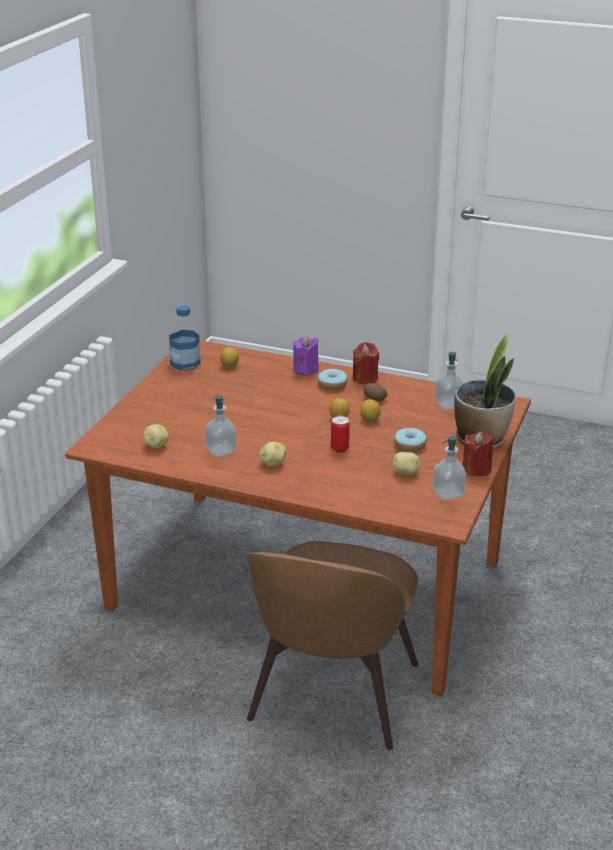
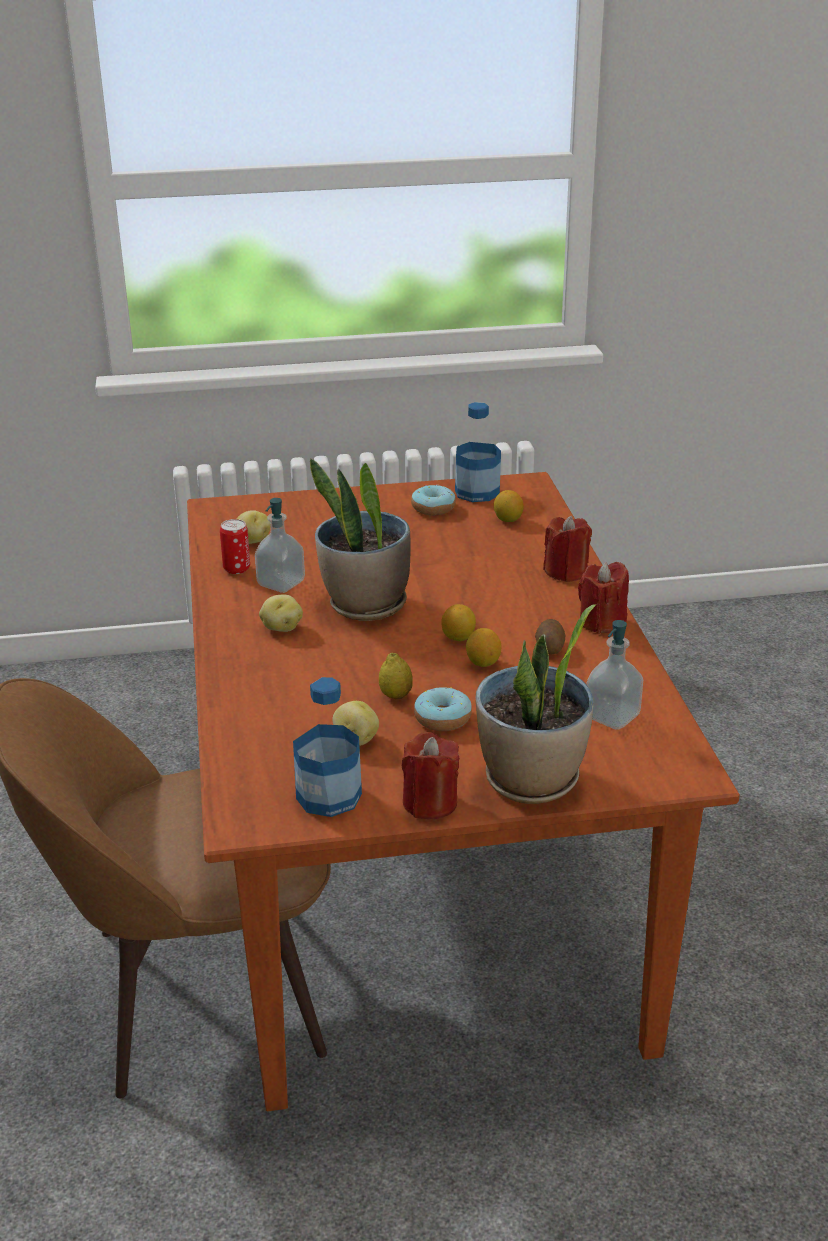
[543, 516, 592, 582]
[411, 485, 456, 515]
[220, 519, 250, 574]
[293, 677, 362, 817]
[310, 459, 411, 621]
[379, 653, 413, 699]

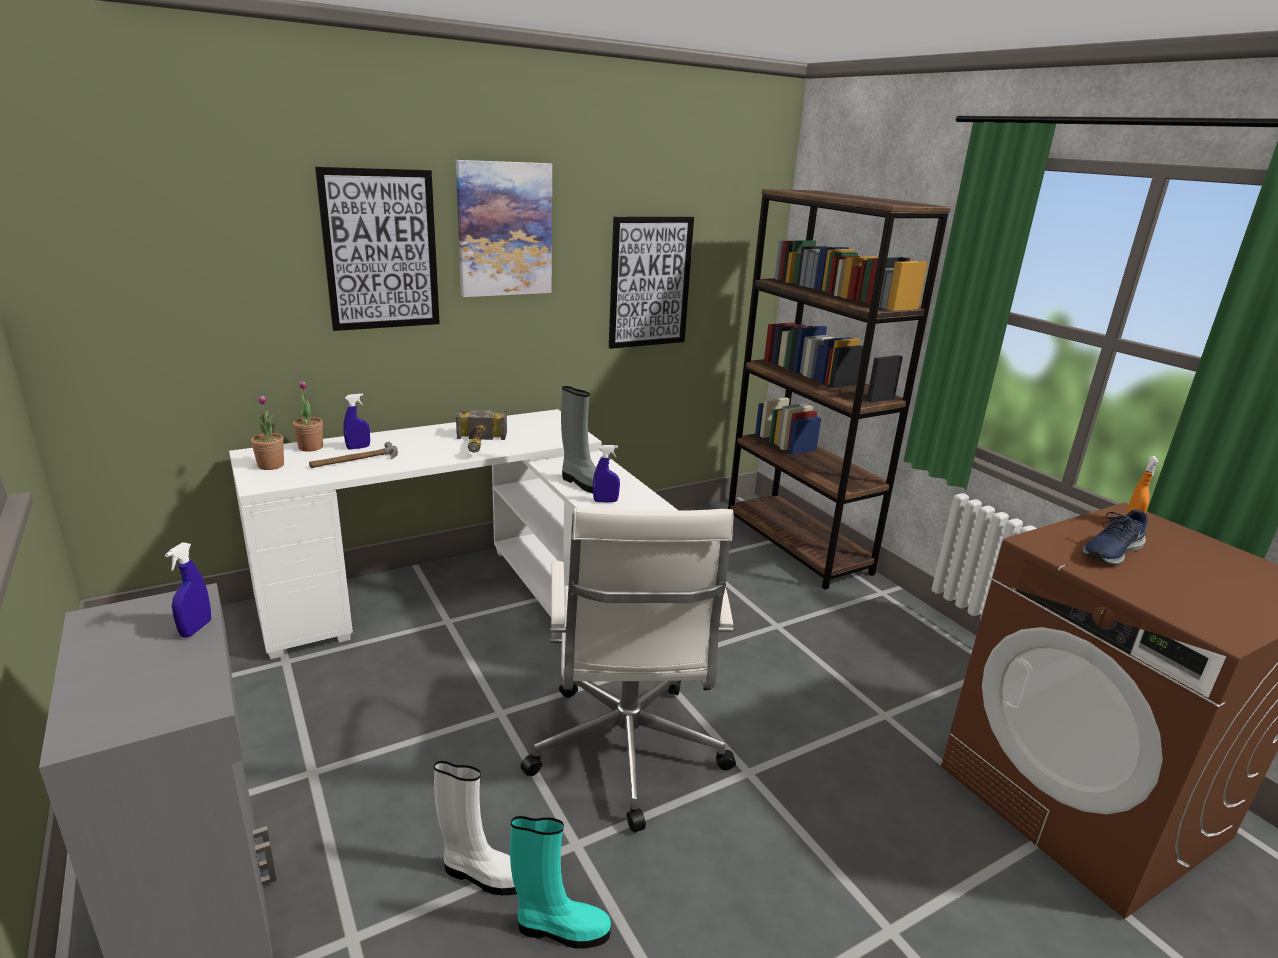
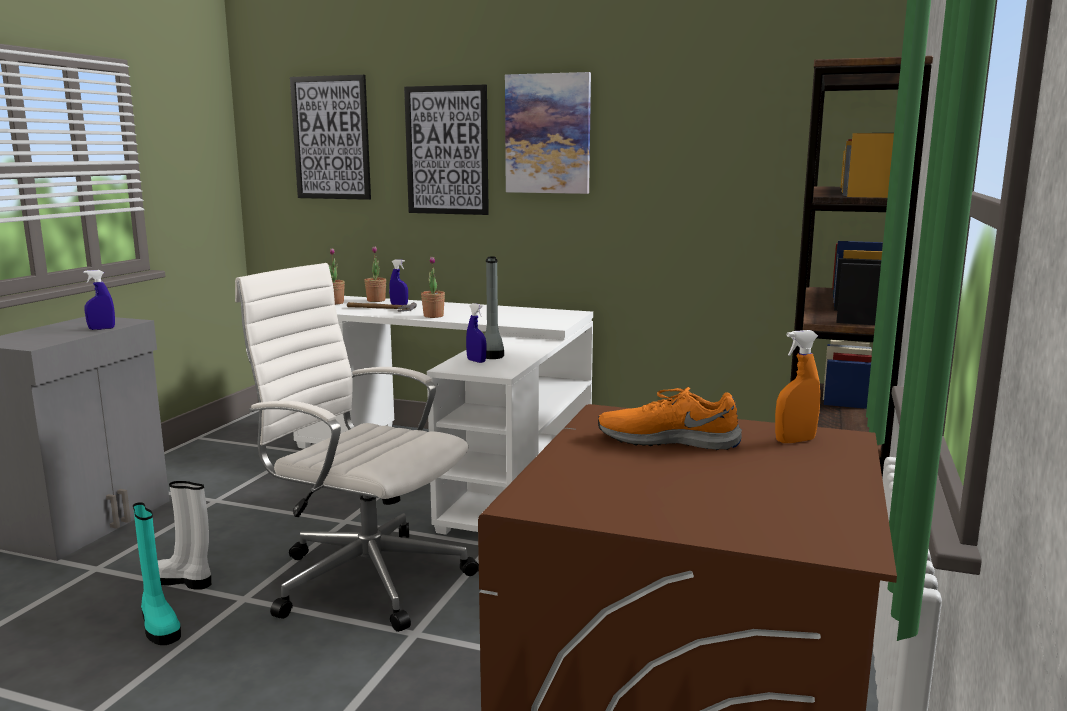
[290, 75, 371, 200]
[456, 409, 507, 453] (first image)
[235, 263, 479, 632]
[598, 387, 742, 450]
[158, 481, 211, 590]
[421, 257, 445, 318]

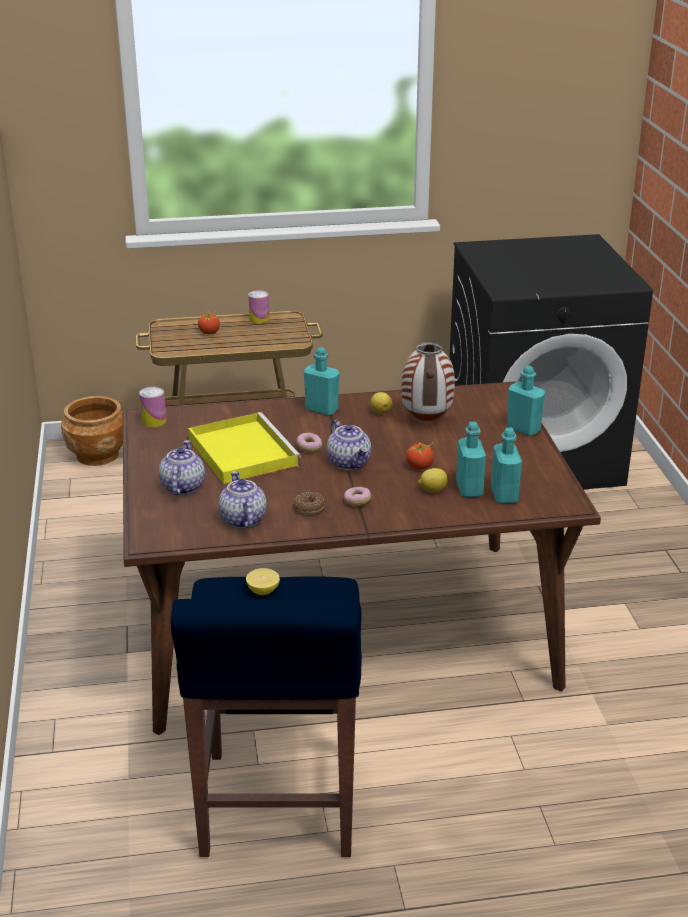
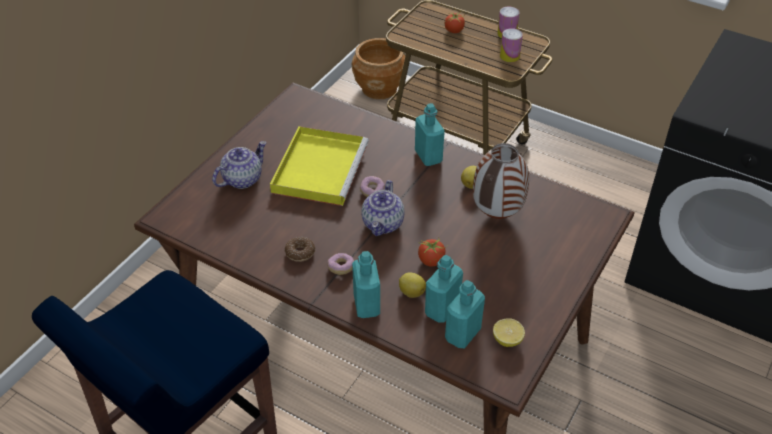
[352, 251, 380, 318]
[500, 28, 523, 62]
[218, 471, 266, 528] (first image)
[493, 318, 525, 347]

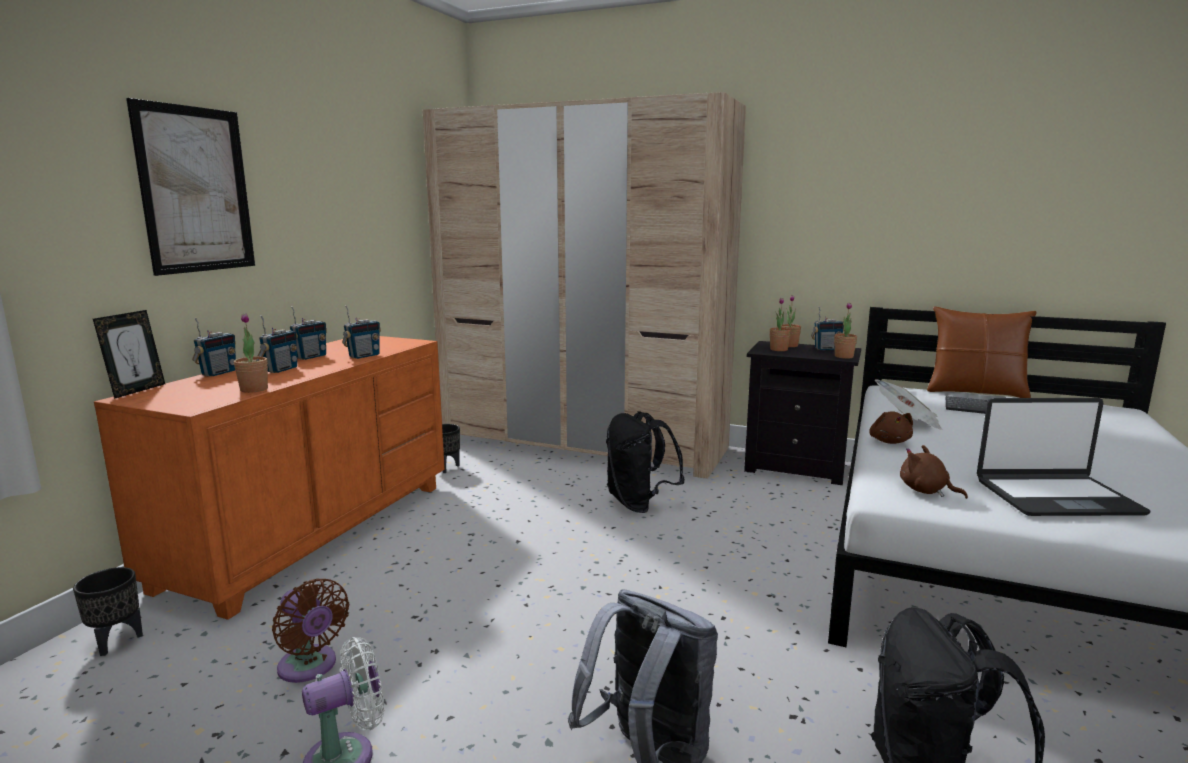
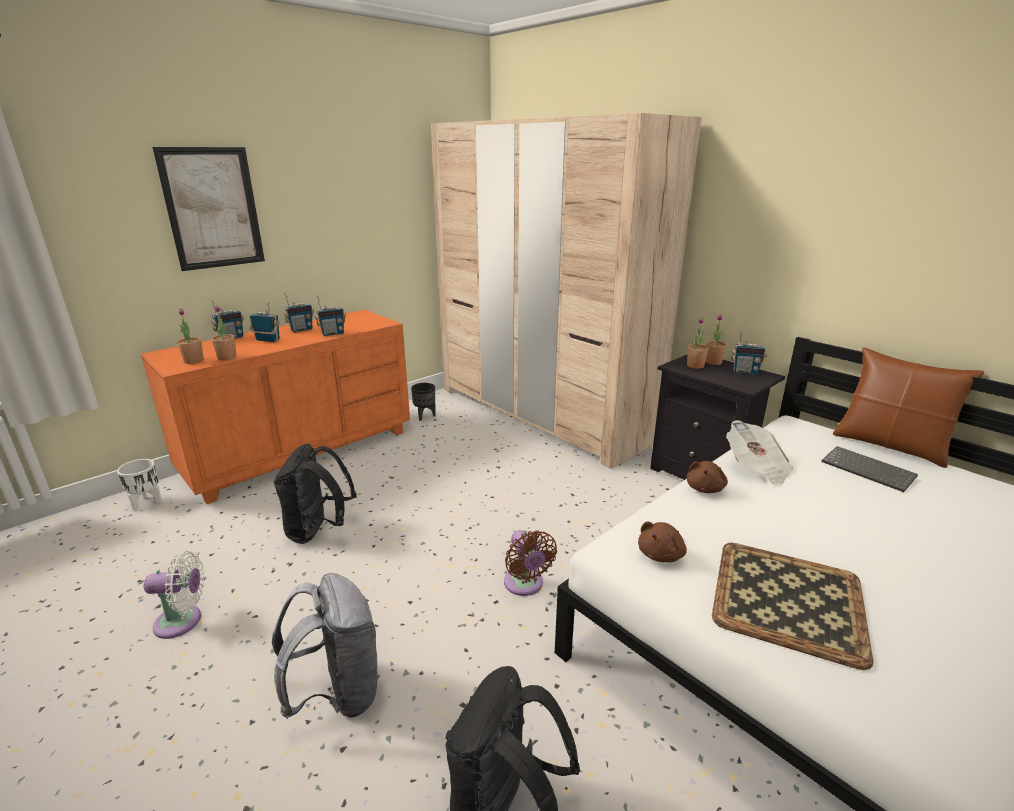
[177, 308, 204, 364]
[93, 310, 165, 399] (first image)
[250, 302, 280, 342]
[712, 543, 873, 670]
[274, 444, 357, 544]
[638, 522, 687, 562]
[117, 459, 162, 511]
[504, 530, 557, 596]

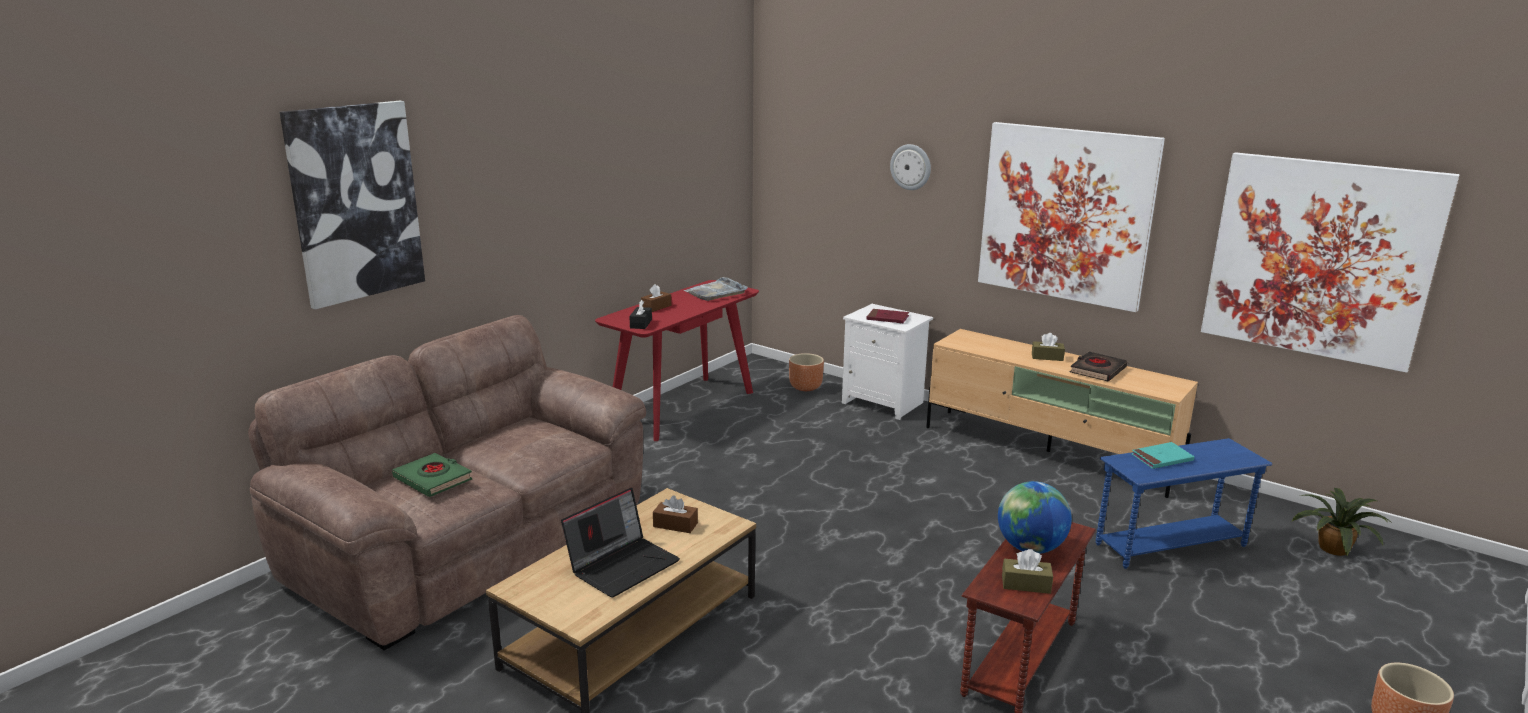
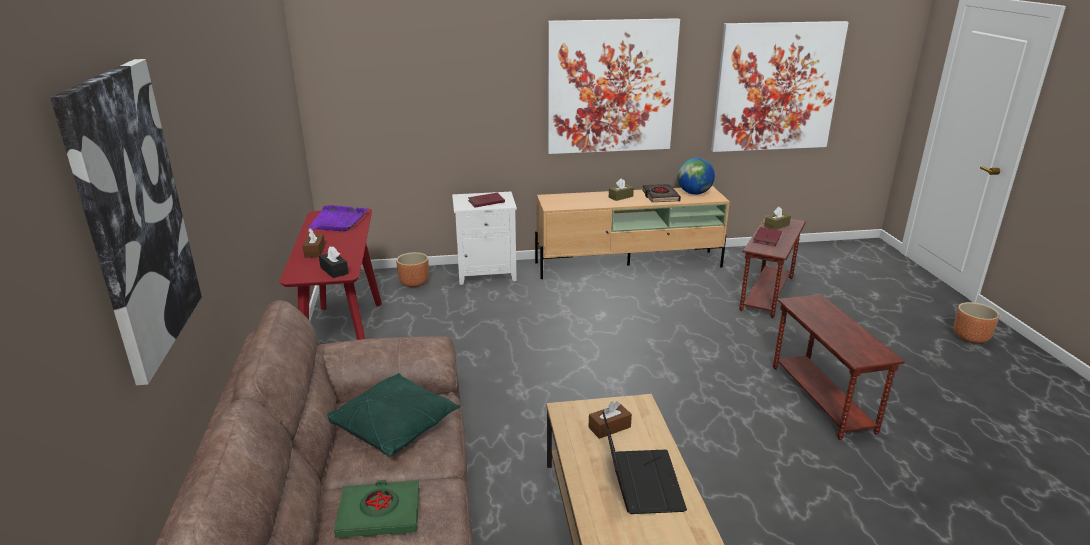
[890, 144, 931, 190] (first image)
[308, 205, 368, 231]
[739, 215, 806, 318]
[753, 227, 782, 247]
[678, 158, 715, 195]
[1291, 488, 1394, 556] (first image)
[764, 207, 791, 230]
[327, 373, 461, 457]

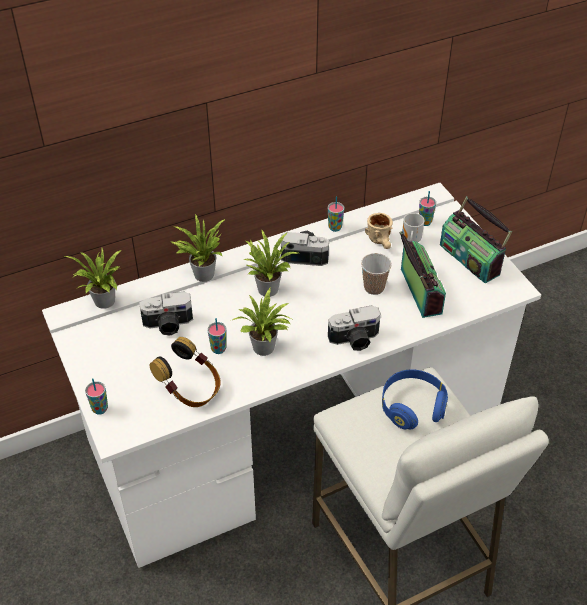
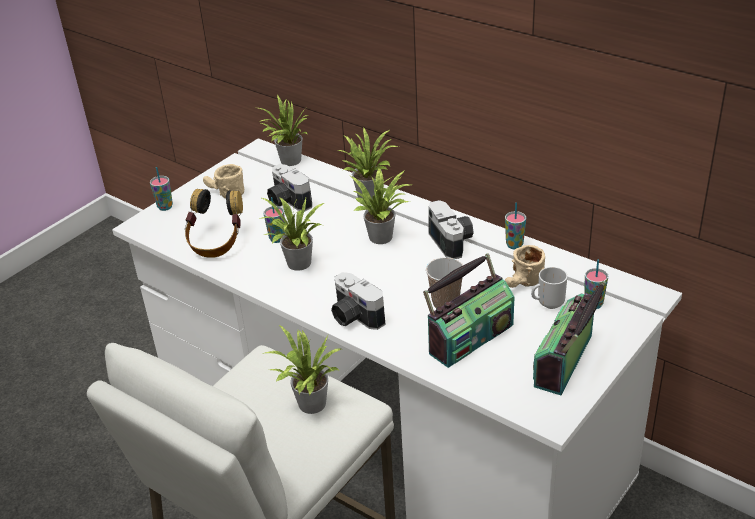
[265, 325, 341, 414]
[203, 164, 244, 199]

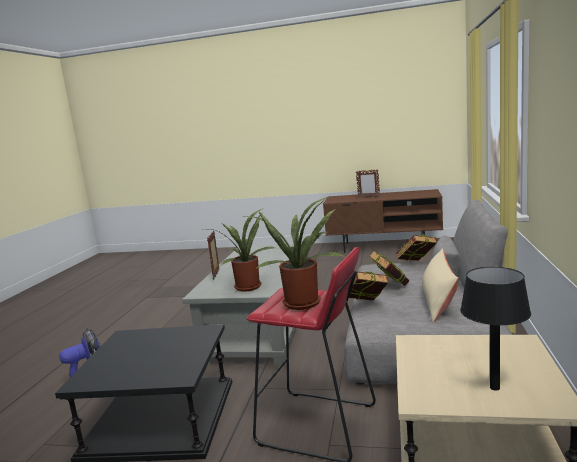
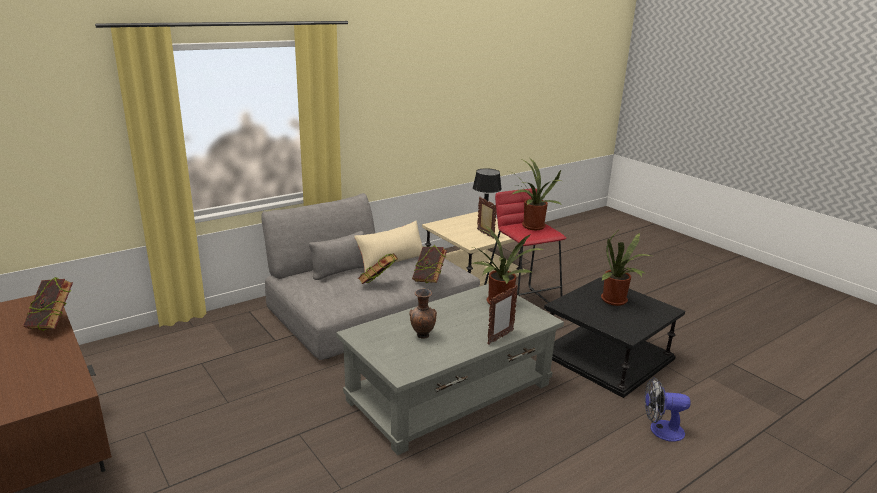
[477, 197, 497, 239]
[23, 277, 73, 331]
[601, 232, 651, 306]
[409, 289, 437, 339]

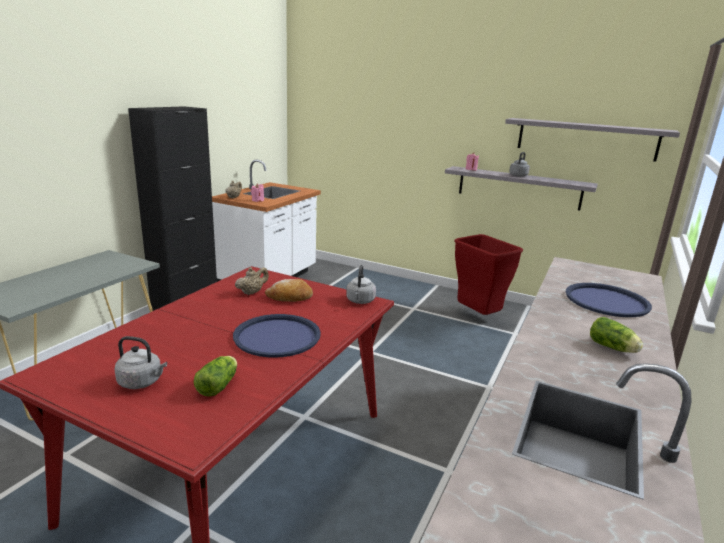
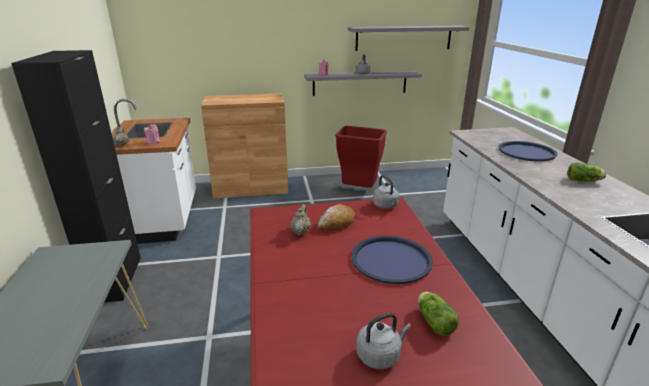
[201, 93, 288, 199]

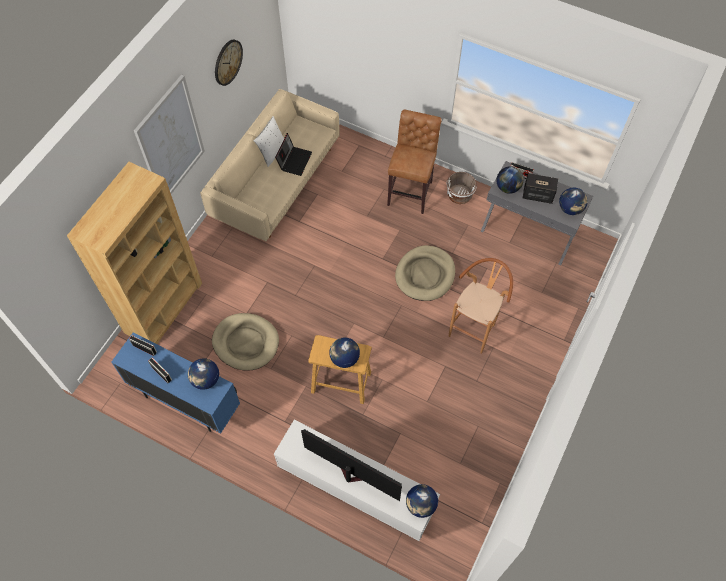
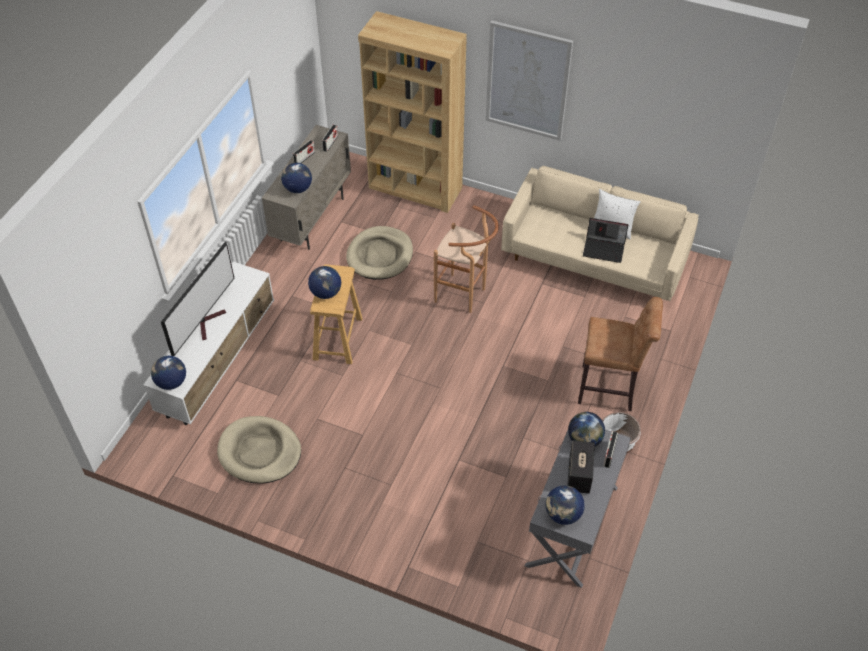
[215, 40, 243, 86] (first image)
[217, 416, 301, 484]
[434, 205, 499, 313]
[262, 125, 351, 250]

